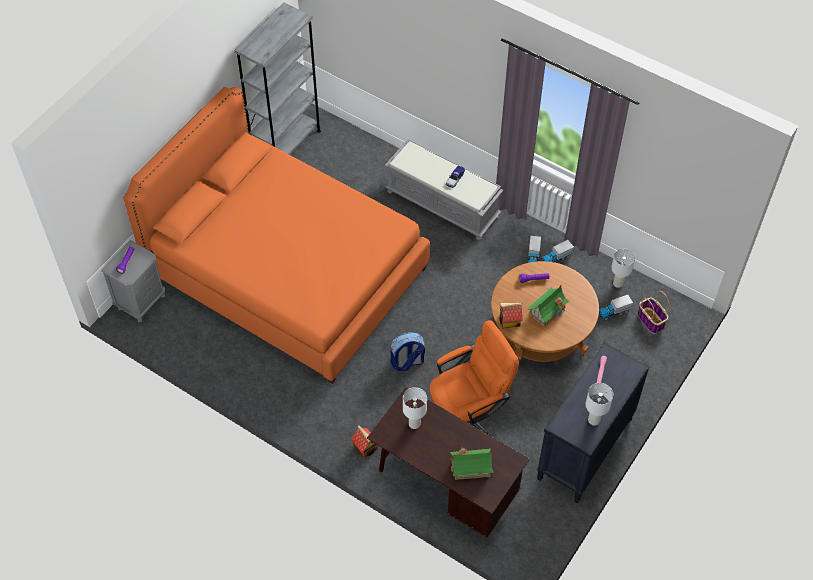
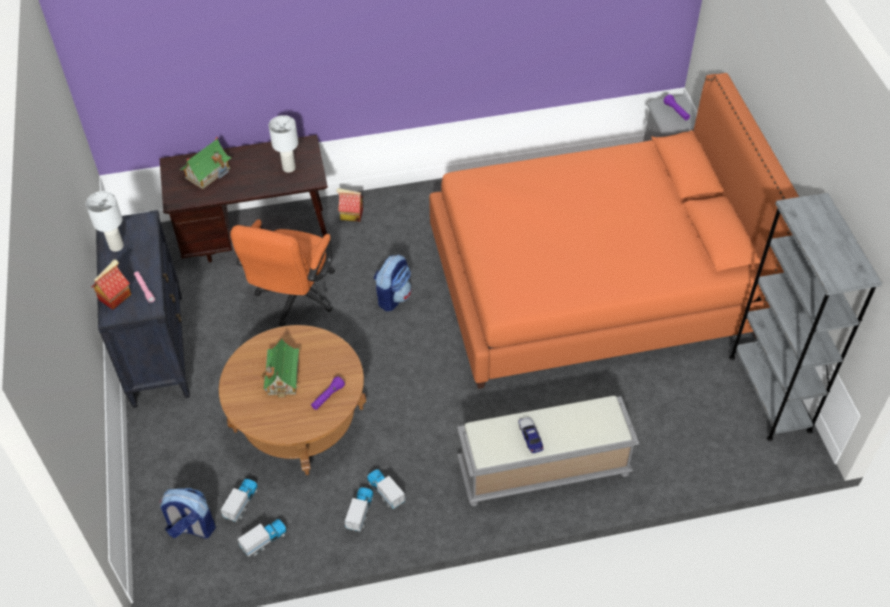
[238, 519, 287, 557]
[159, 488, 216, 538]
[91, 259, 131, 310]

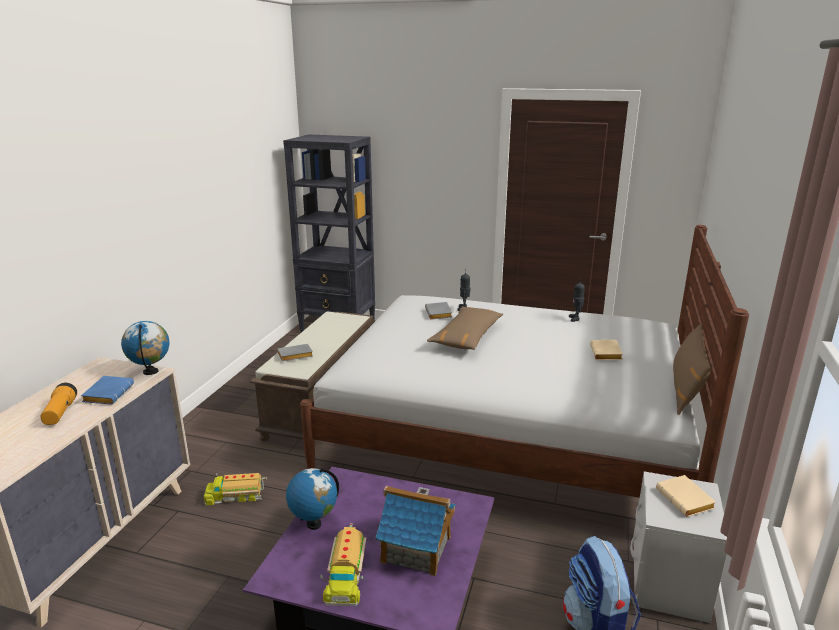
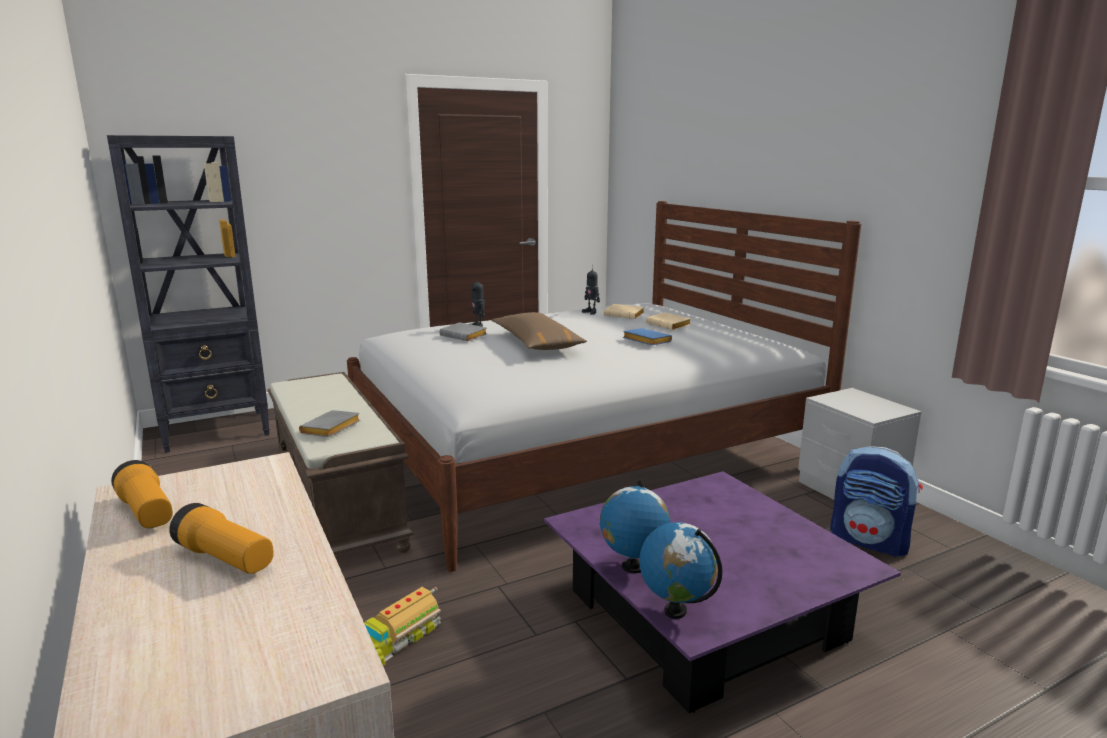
[639, 522, 722, 619]
[673, 324, 711, 415] (first image)
[623, 328, 672, 345]
[604, 304, 644, 319]
[375, 486, 456, 576] (first image)
[320, 523, 366, 606] (first image)
[111, 460, 173, 528]

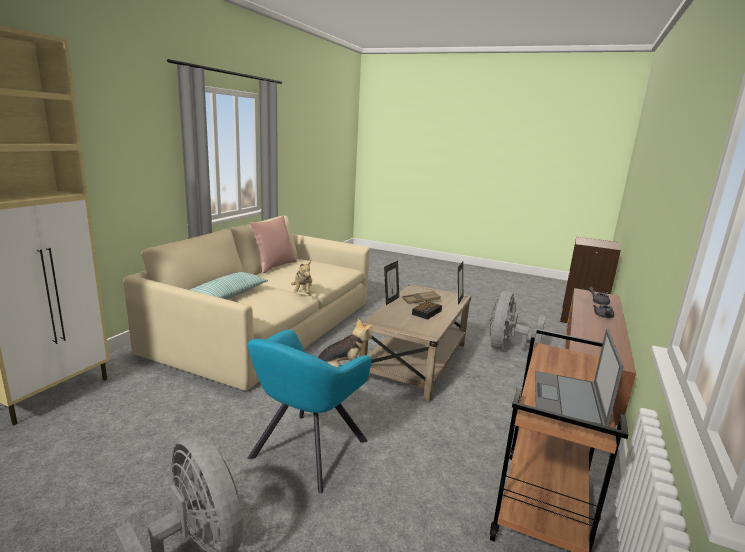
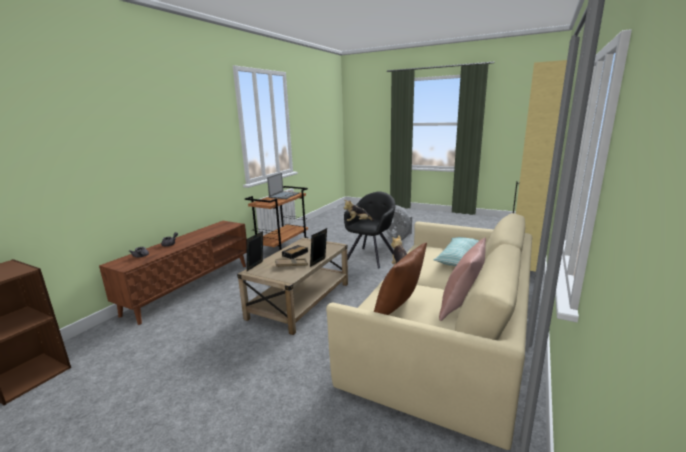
[489, 291, 546, 353] (first image)
[344, 191, 396, 268]
[374, 242, 427, 315]

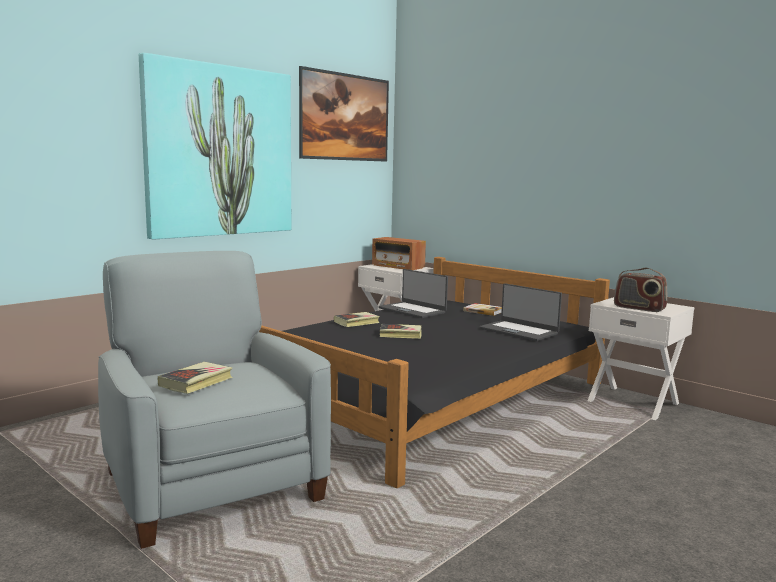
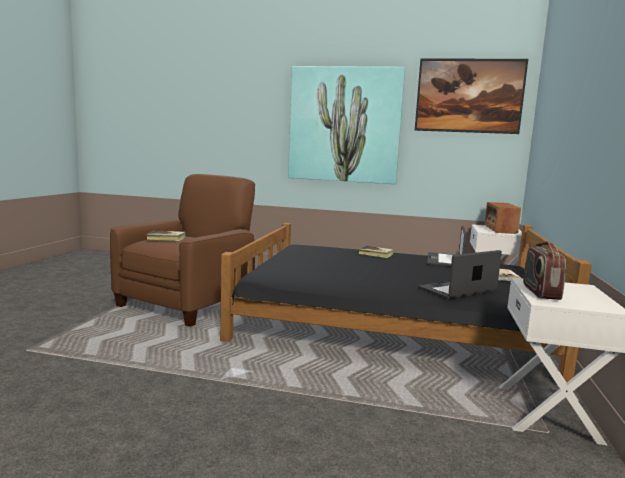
[110, 174, 255, 327]
[418, 250, 502, 299]
[380, 324, 422, 339] (first image)

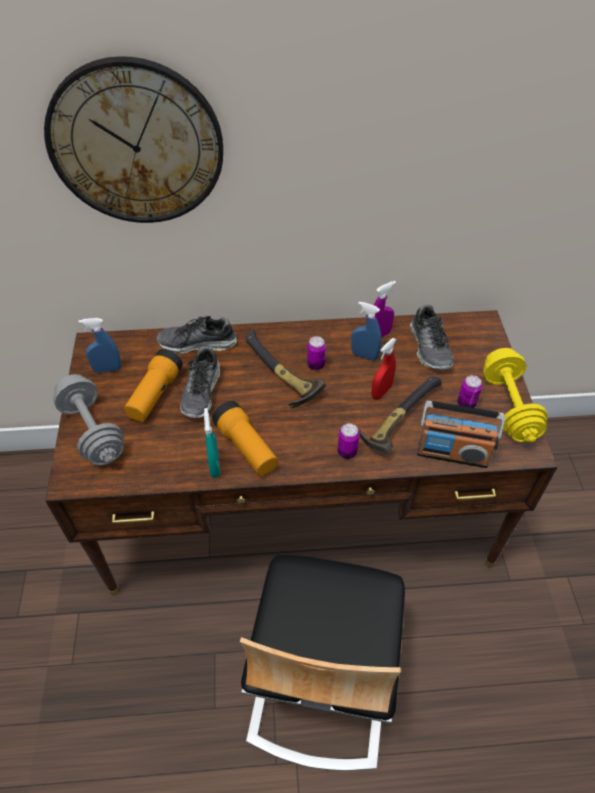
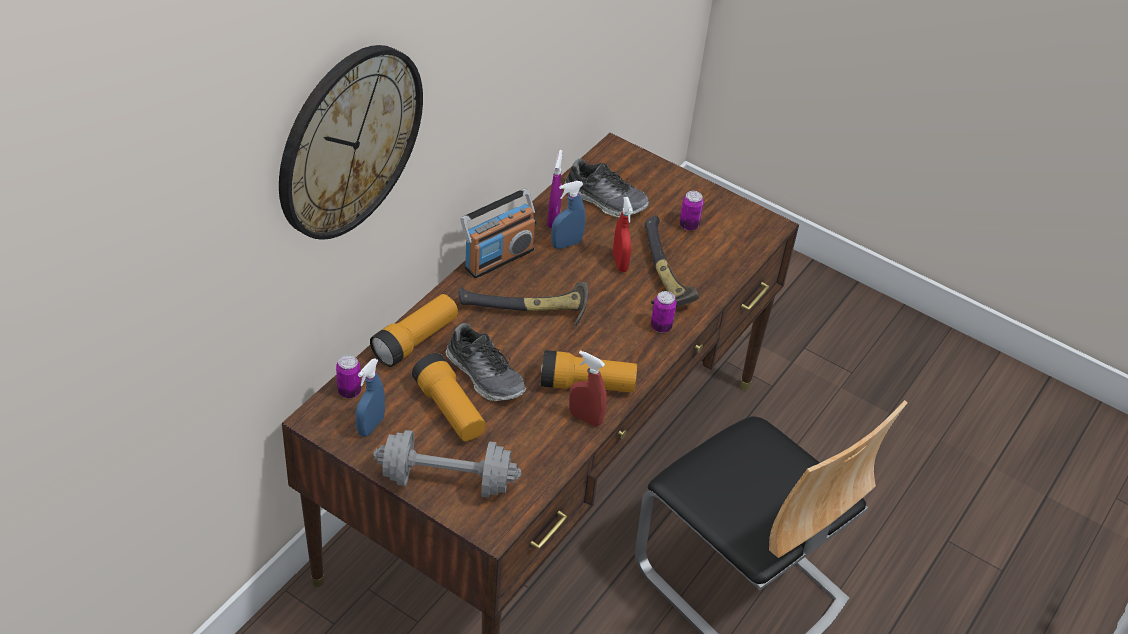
[370, 294, 458, 367]
[336, 355, 361, 398]
[483, 348, 548, 442] (first image)
[461, 189, 536, 278]
[569, 350, 607, 427]

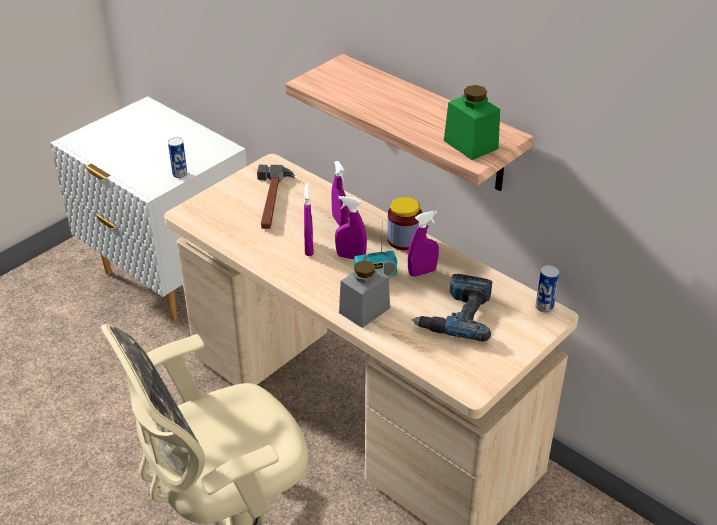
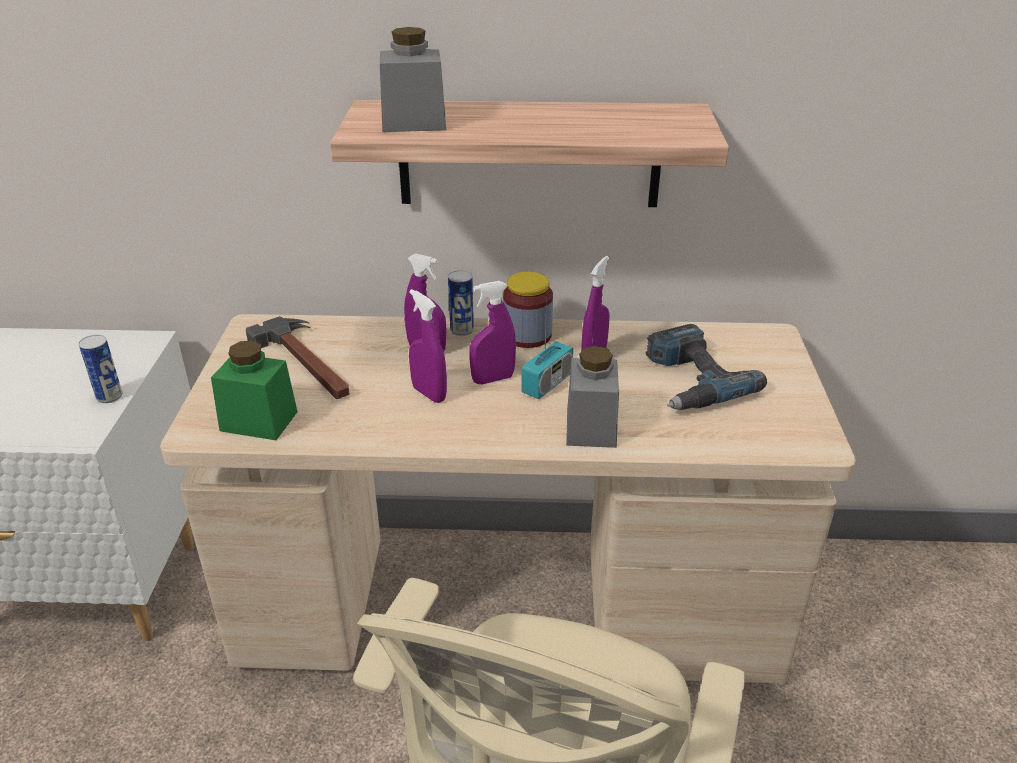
[211, 340, 298, 440]
[448, 270, 474, 336]
[380, 27, 446, 132]

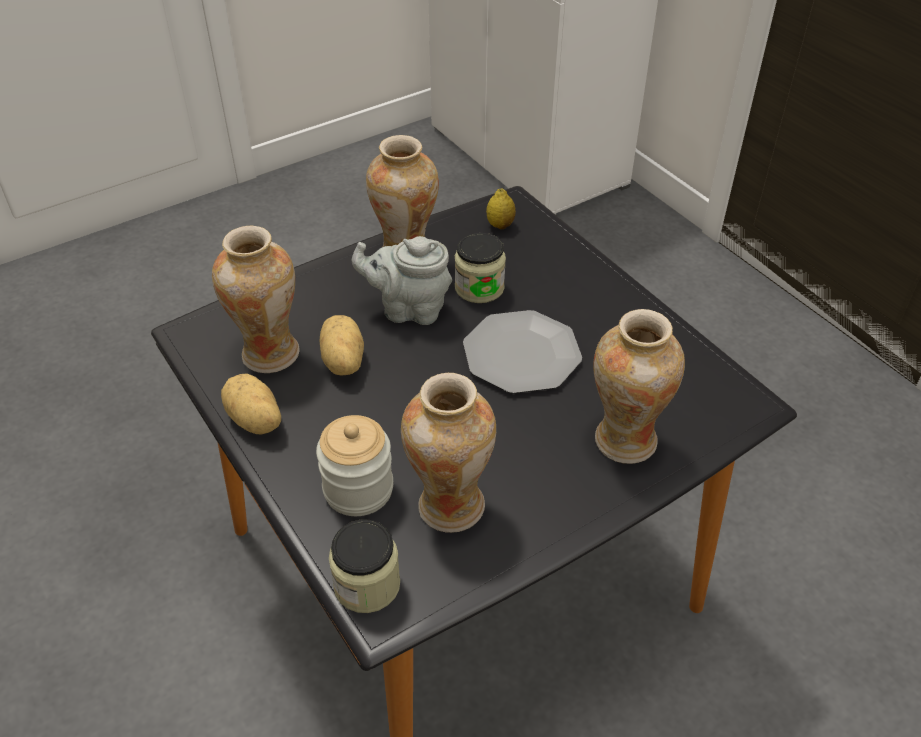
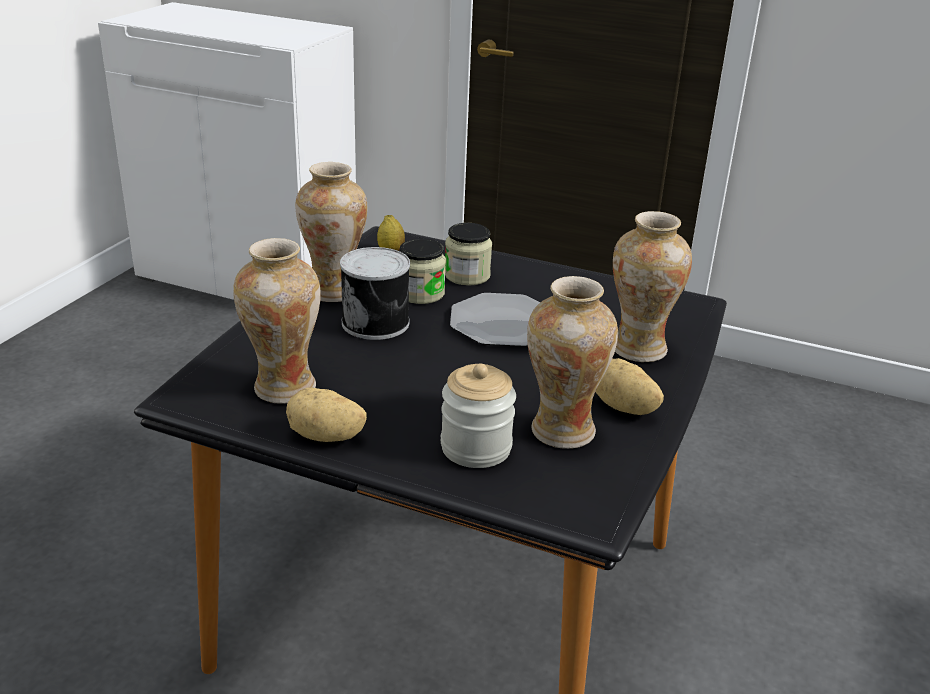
[340, 247, 410, 340]
[596, 358, 664, 415]
[445, 223, 492, 286]

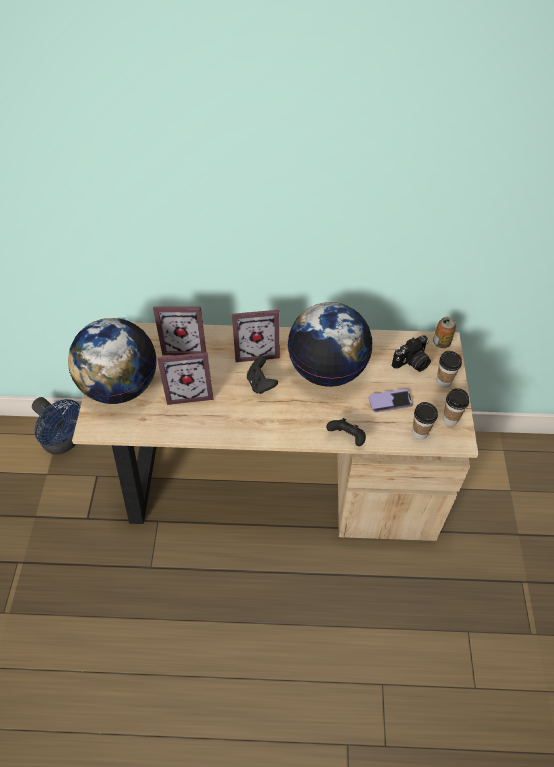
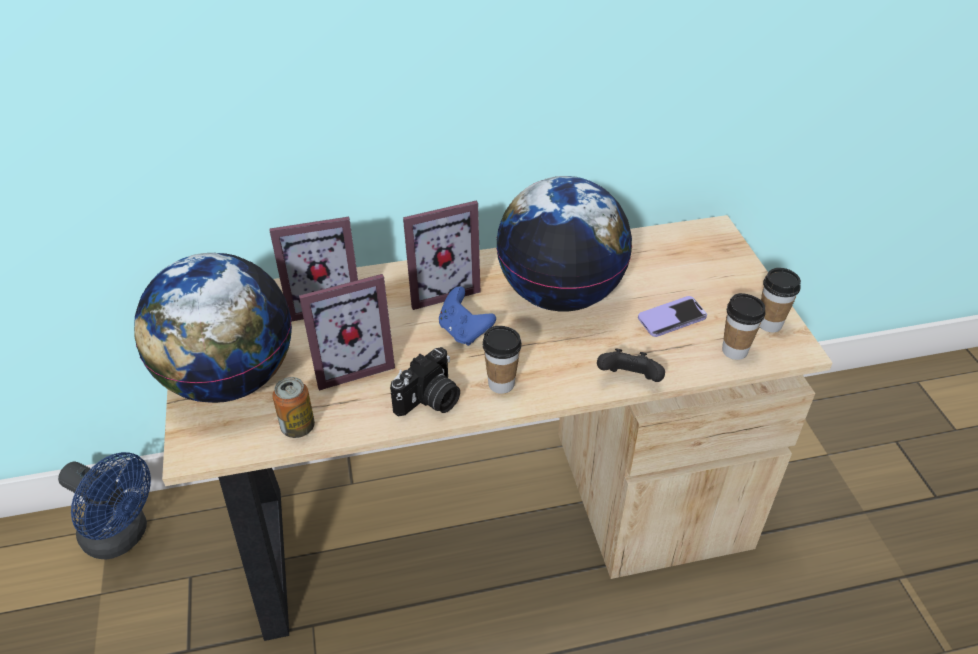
[273, 377, 315, 438]
[390, 347, 460, 417]
[483, 326, 522, 394]
[439, 286, 496, 346]

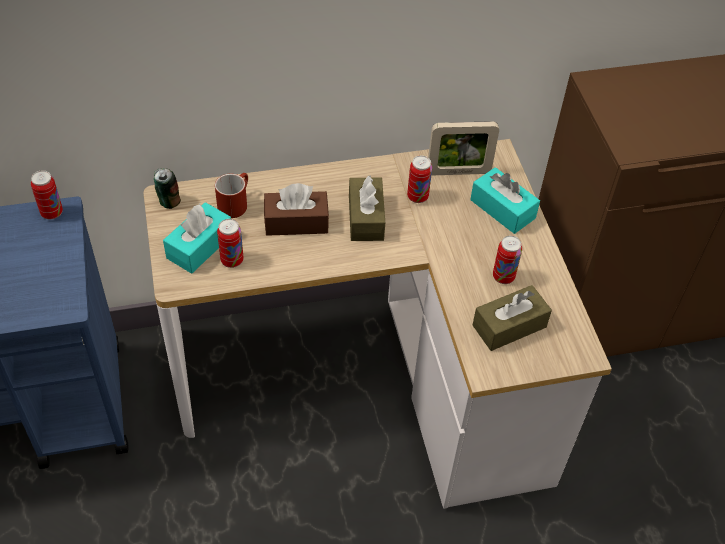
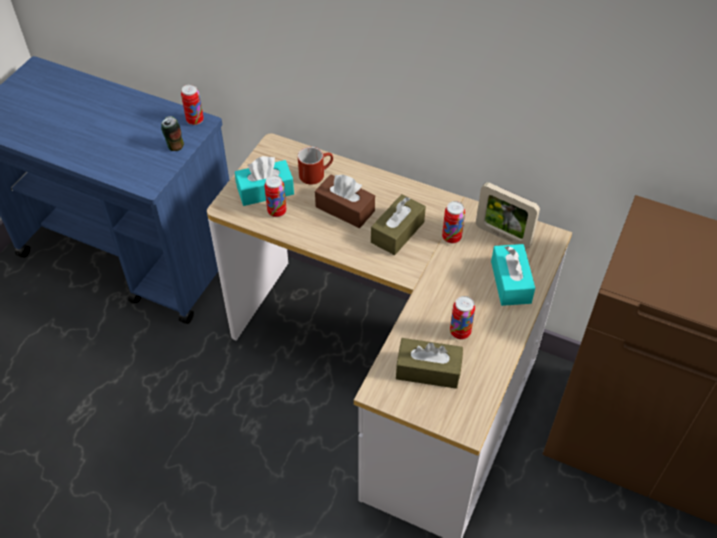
[161, 116, 184, 151]

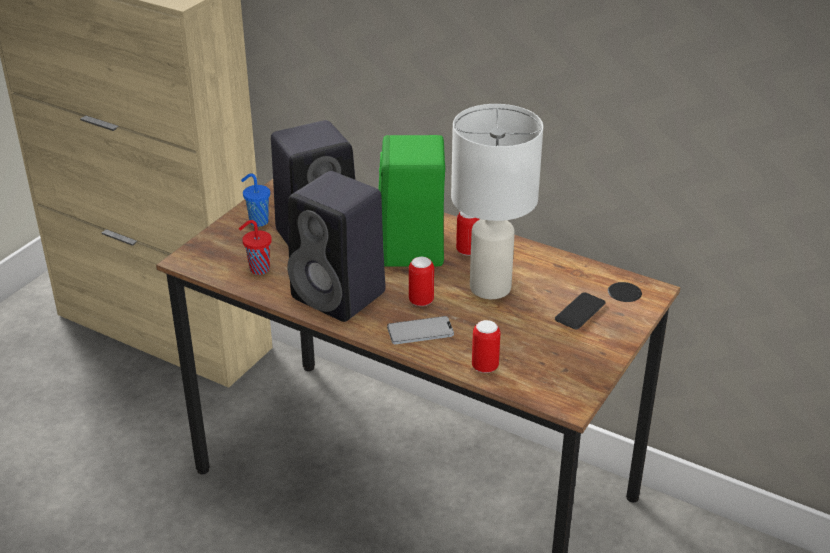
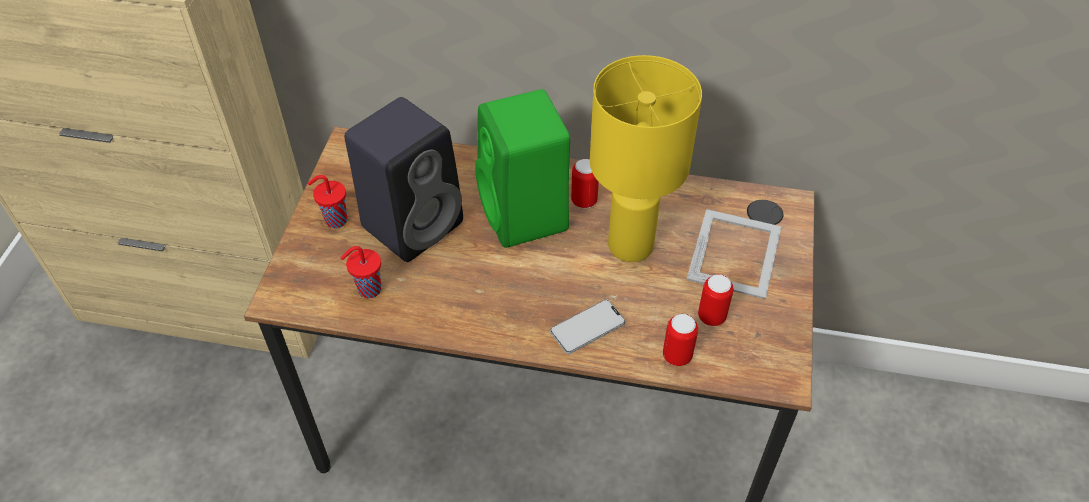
[590, 55, 702, 262]
[287, 171, 385, 322] (first image)
[308, 175, 347, 228]
[698, 274, 734, 326]
[686, 209, 781, 299]

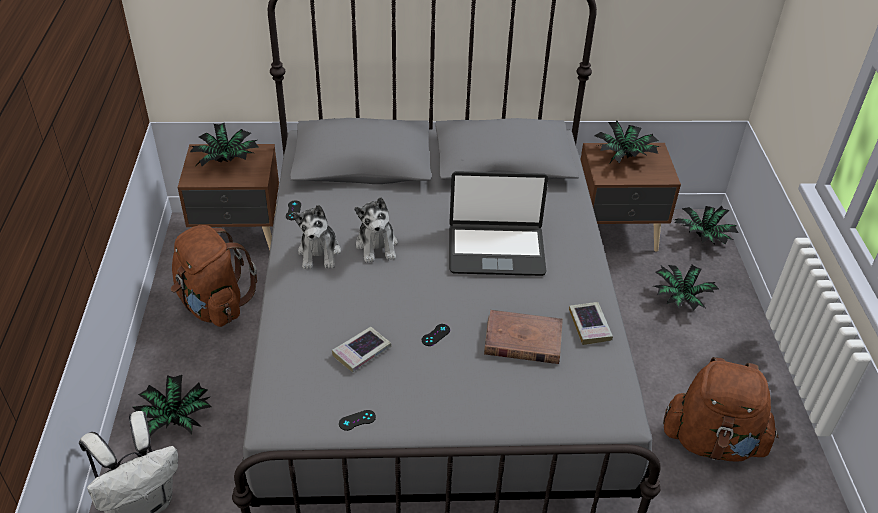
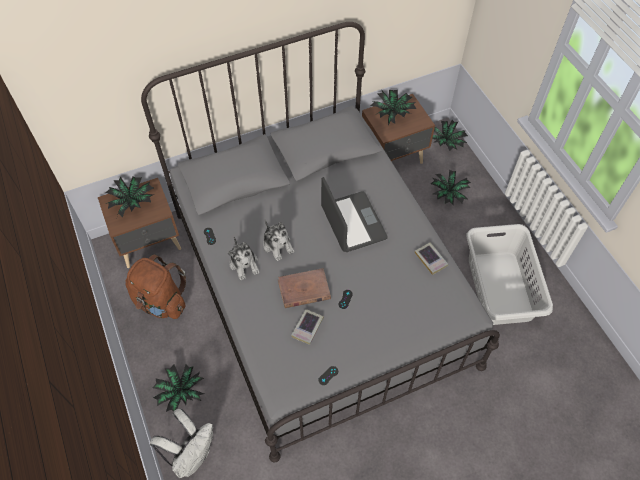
[321, 177, 388, 252]
[278, 268, 331, 308]
[466, 224, 553, 325]

